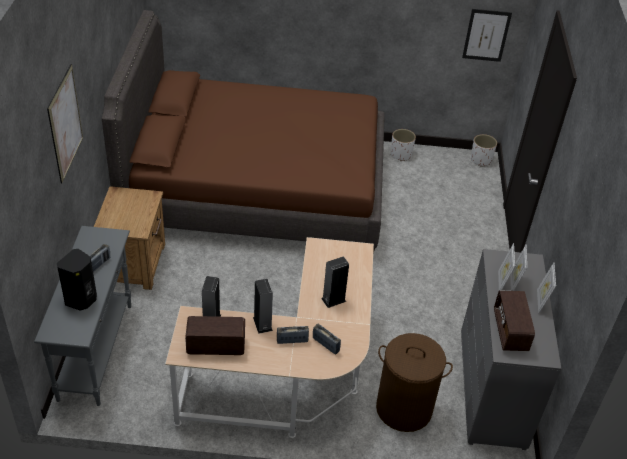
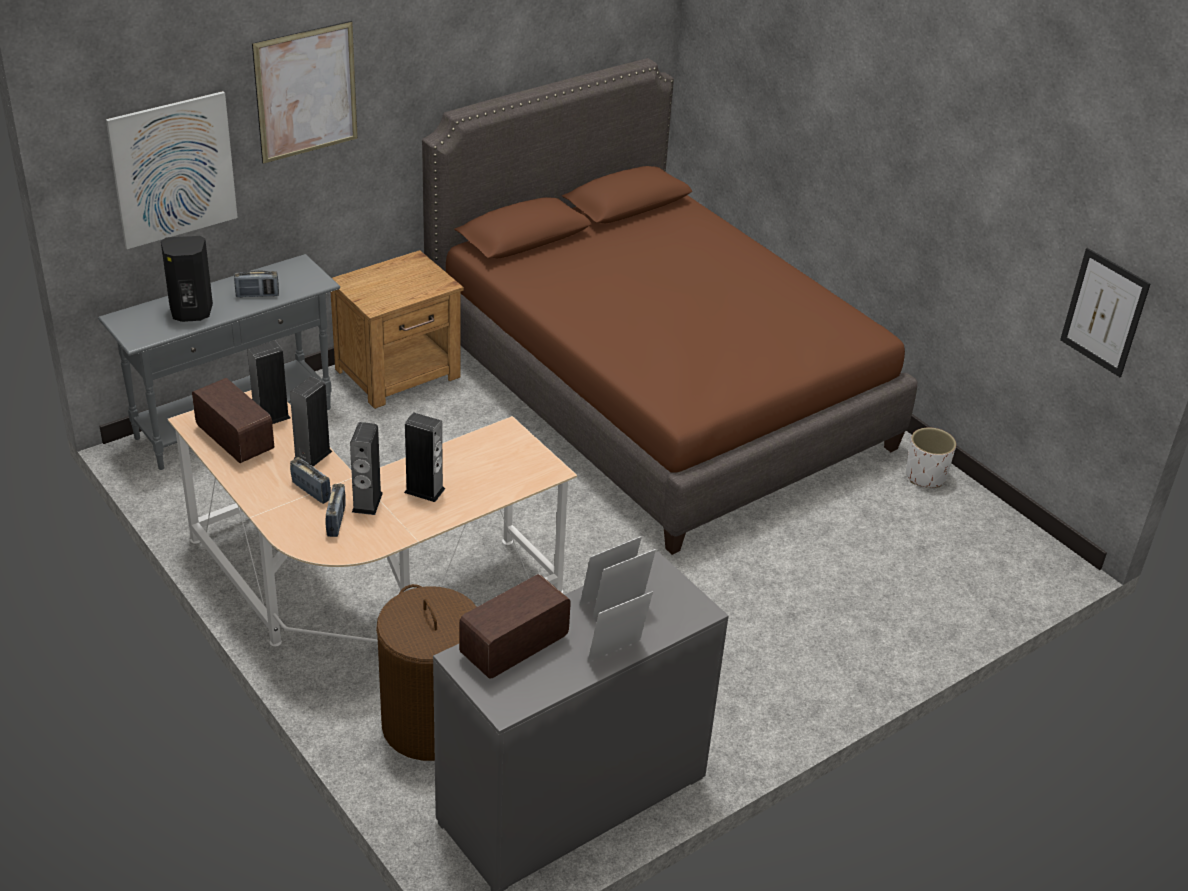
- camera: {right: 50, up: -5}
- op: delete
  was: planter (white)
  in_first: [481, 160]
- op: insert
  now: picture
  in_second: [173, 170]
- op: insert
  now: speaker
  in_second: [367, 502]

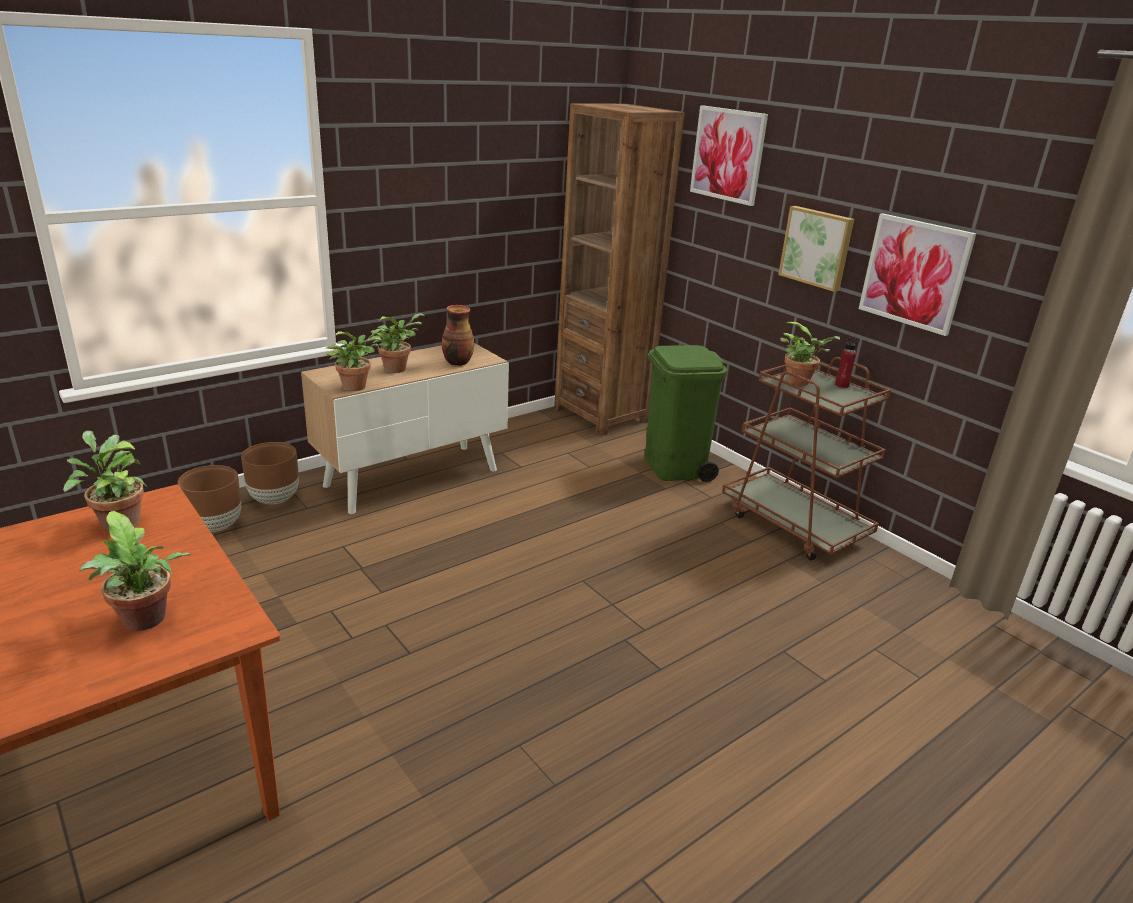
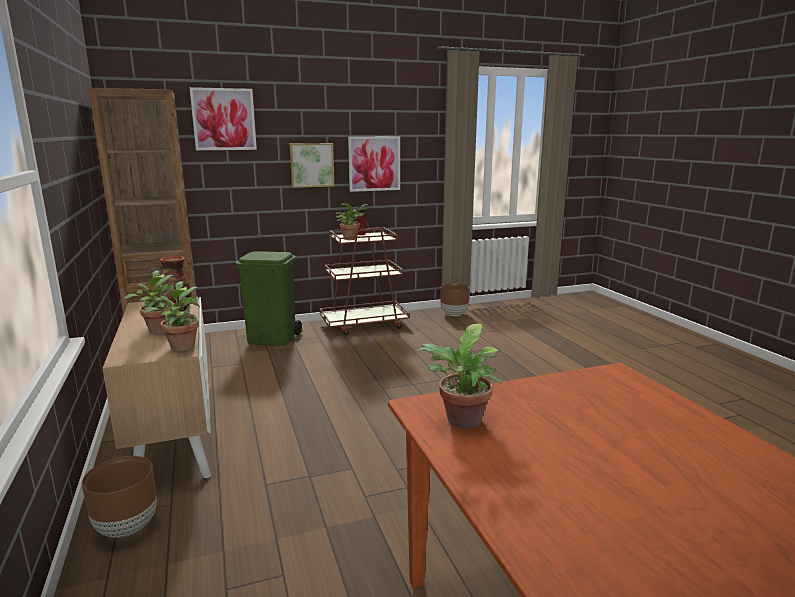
- camera: {right: -70, up: -10}
- op: delete
  was: potted plant
  in_first: [145, 622]
- op: move
  was: planter (brown)
  in_first: [215, 525]
  in_second: [453, 314]

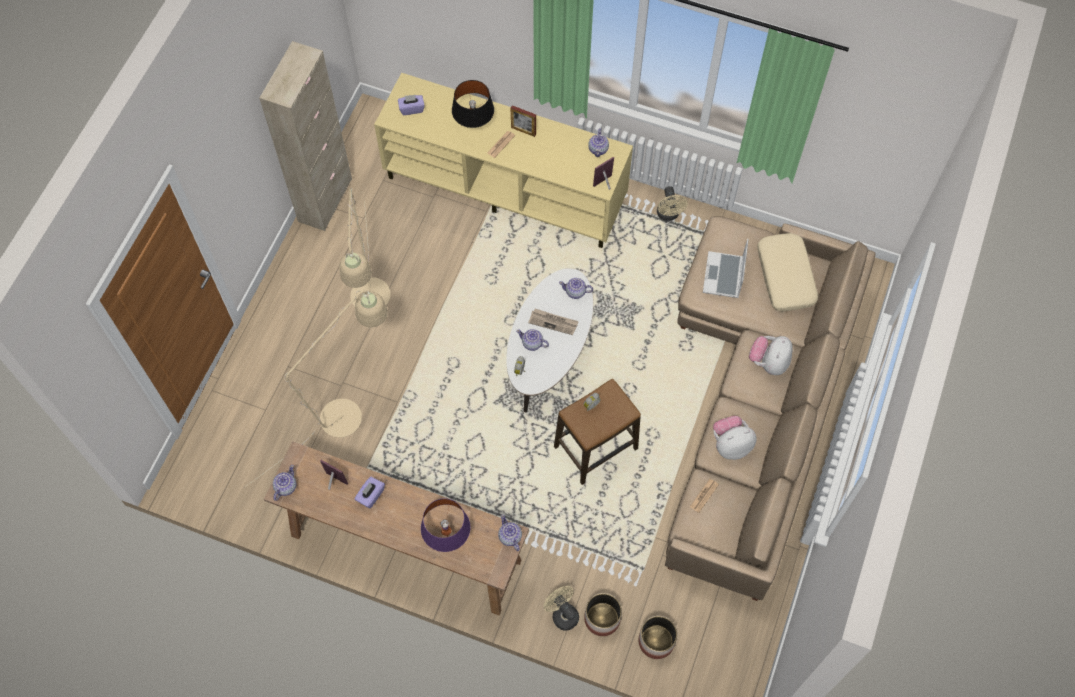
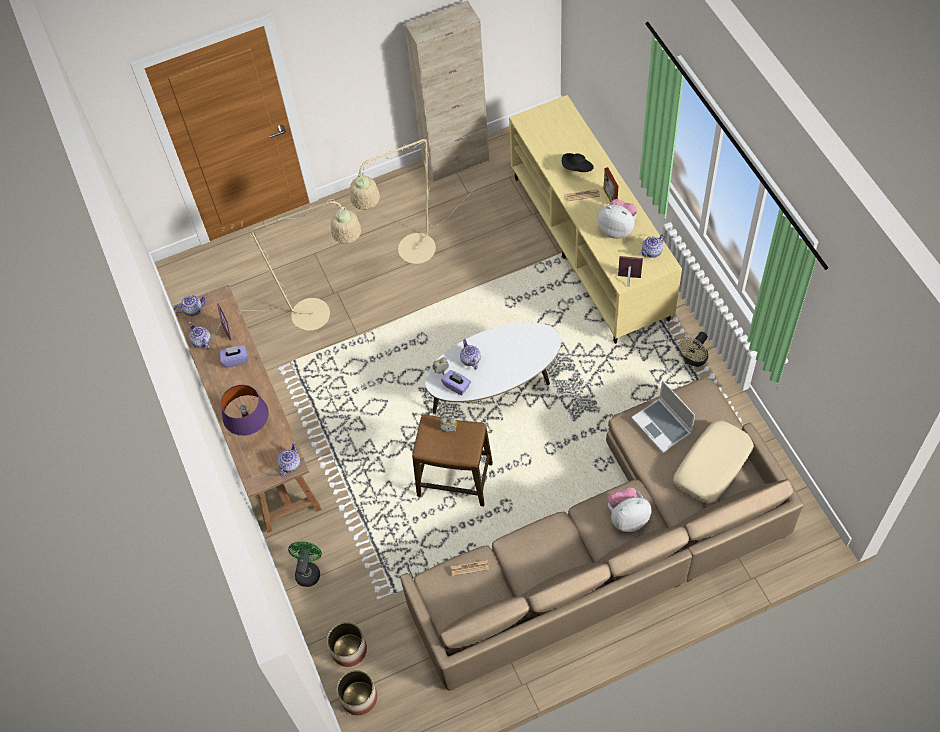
- camera: {right: 50, up: -5}
- op: move
  was: tissue box (purple)
  in_first: [411, 109]
  in_second: [457, 386]
- op: replace
  was: table lamp (black)
  now: hat (black)
  in_first: [474, 126]
  in_second: [577, 169]
- op: delete
  was: newspaper
  in_first: [553, 322]
- op: recolor
  was: fan (beige)
  now: fan (green)
  in_first: [562, 613]
  in_second: [308, 570]
- op: move
  was: teapot
  in_first: [575, 292]
  in_second: [201, 341]
- op: move
  was: planter
  in_first: [602, 619]
  in_second: [359, 698]
- op: rotate
  was: laptop
  in_first: [724, 276]
  in_second: [662, 426]
  clockwise: -90
- op: move
  was: plush toy
  in_first: [730, 444]
  in_second: [617, 229]

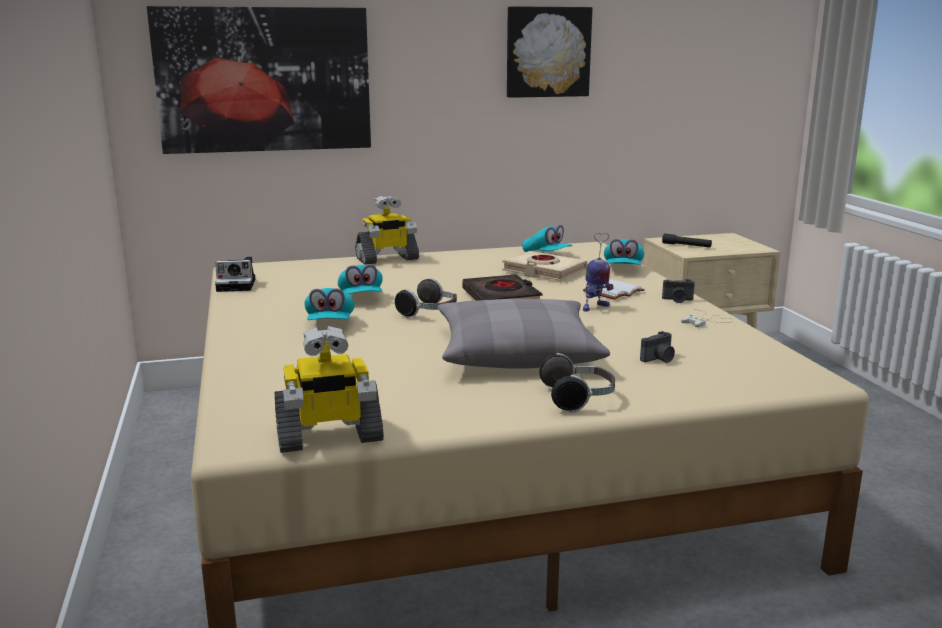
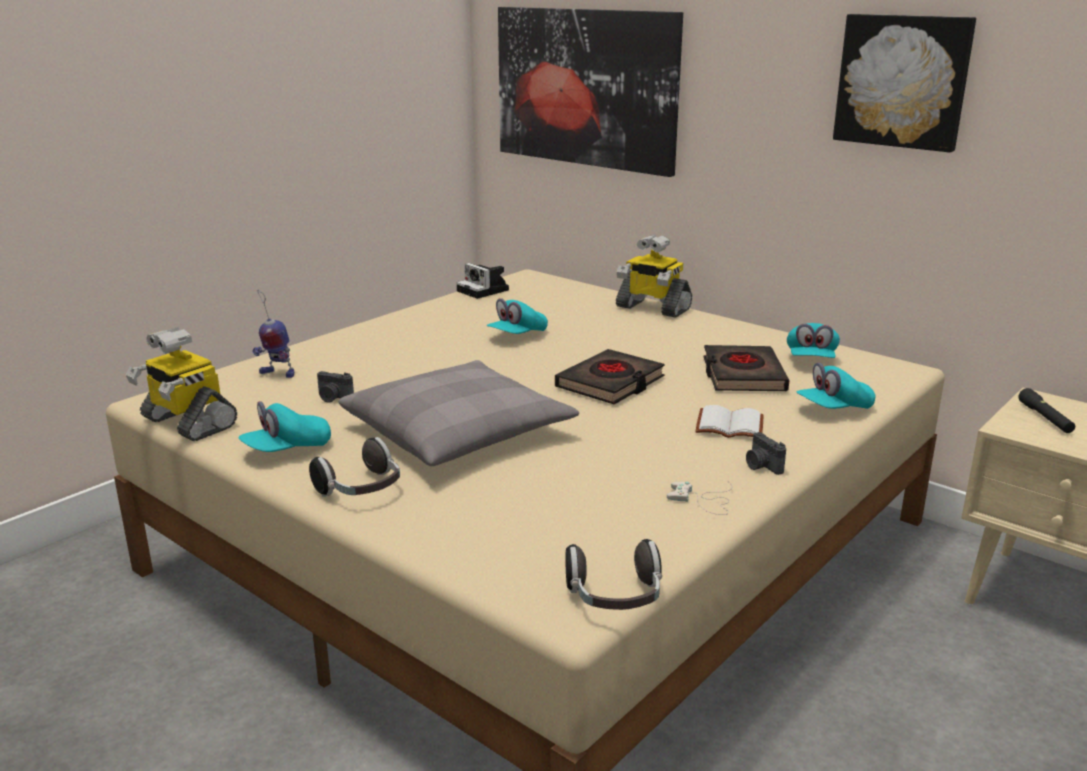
- camera: {right: 55, up: 5}
- op: move
  was: cap (turquoise)
  in_first: [330, 324]
  in_second: [287, 449]
- op: move
  was: headphones
  in_first: [429, 313]
  in_second: [615, 599]
- op: recolor
  was: book (beige)
  now: book (black)
  in_first: [544, 271]
  in_second: [743, 375]
- op: move
  was: toy robot
  in_first: [594, 307]
  in_second: [277, 373]
- op: move
  was: photo camera
  in_first: [659, 359]
  in_second: [333, 398]

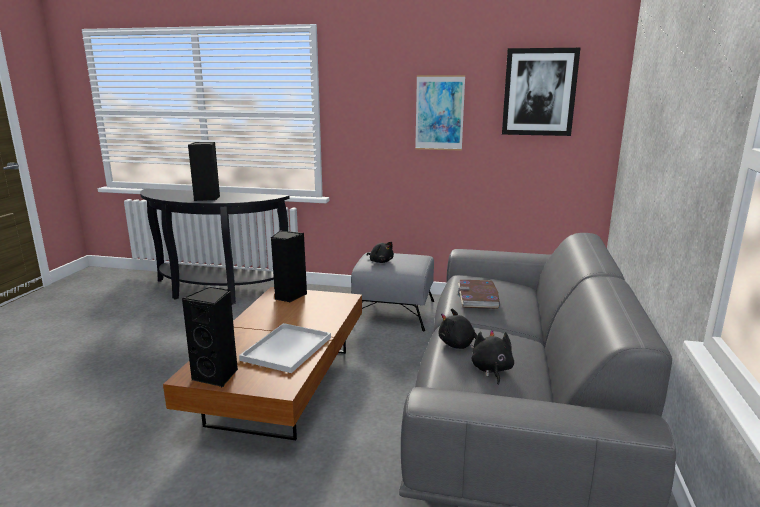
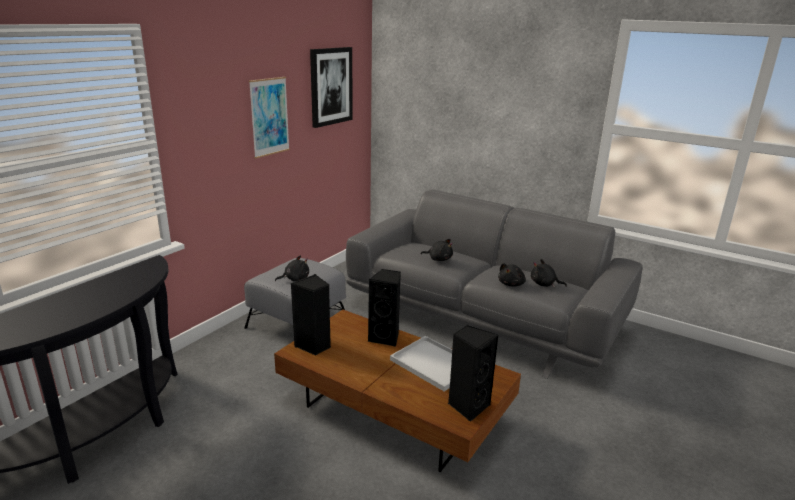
- camera: {right: -70, up: 5}
- op: move
  was: speaker (black)
  in_first: [207, 198]
  in_second: [386, 338]
- op: replace
  was: book
  now: plush toy (black)
  in_first: [478, 297]
  in_second: [439, 259]

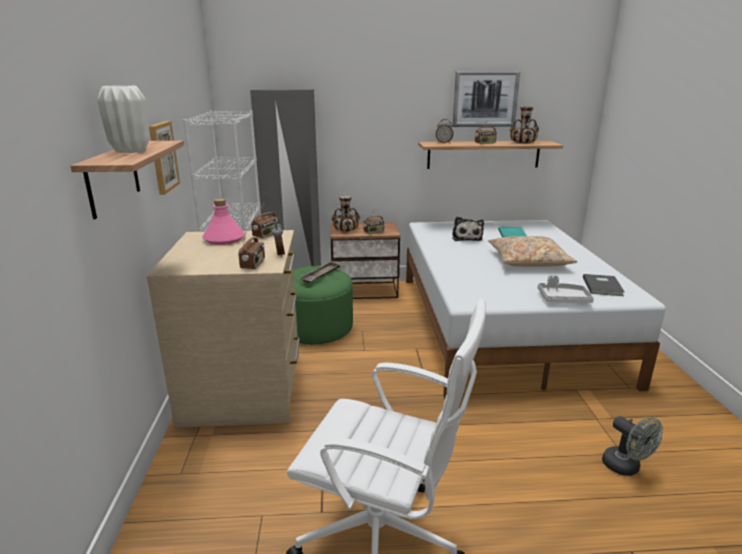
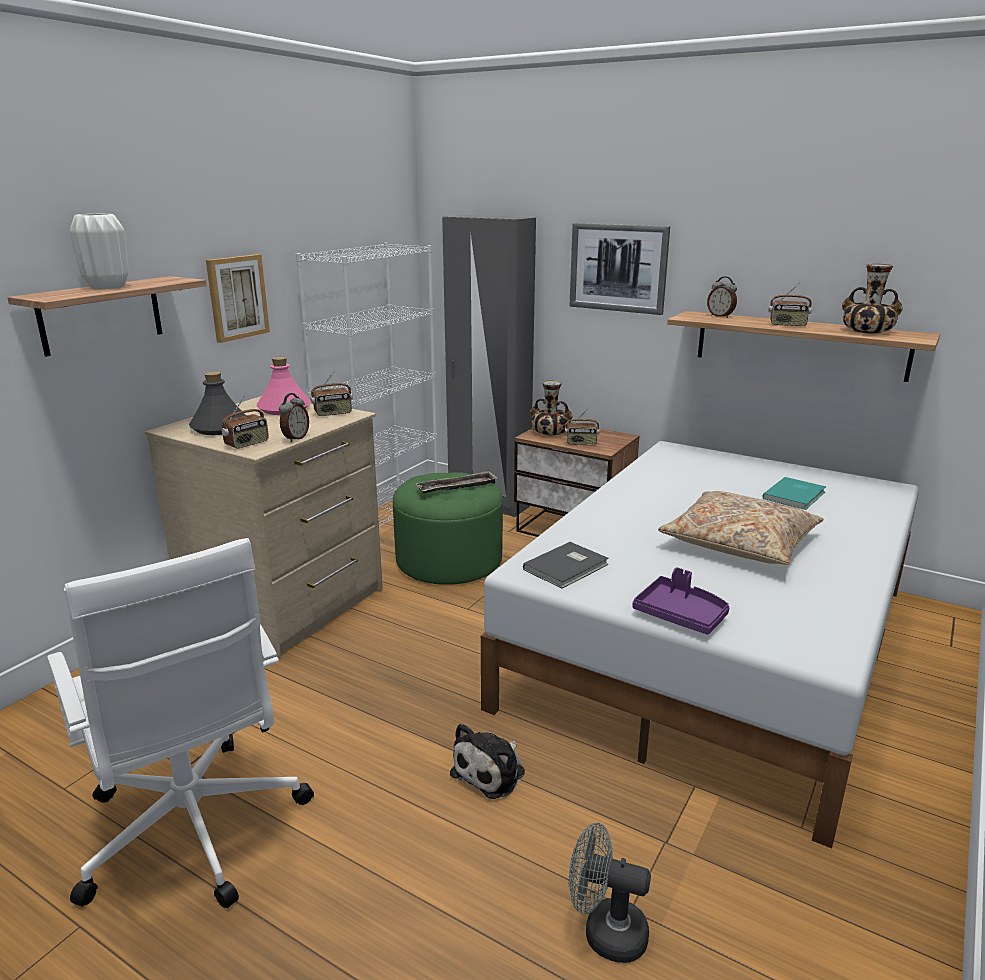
- camera: {right: 35, up: 0}
- op: move
  was: plush toy
  in_first: [466, 238]
  in_second: [491, 771]
- op: move
  was: picture
  in_first: [485, 99]
  in_second: [618, 268]
- op: recolor
  was: tray (grey)
  now: tray (purple)
  in_first: [563, 299]
  in_second: [681, 615]
- op: move
  was: book (grey)
  in_first: [603, 286]
  in_second: [568, 567]
- op: rotate
  was: fan (grey)
  in_first: [626, 468]
  in_second: [605, 932]
  clockwise: 105
- op: insert
  now: bottle (grey)
  in_second: [220, 428]

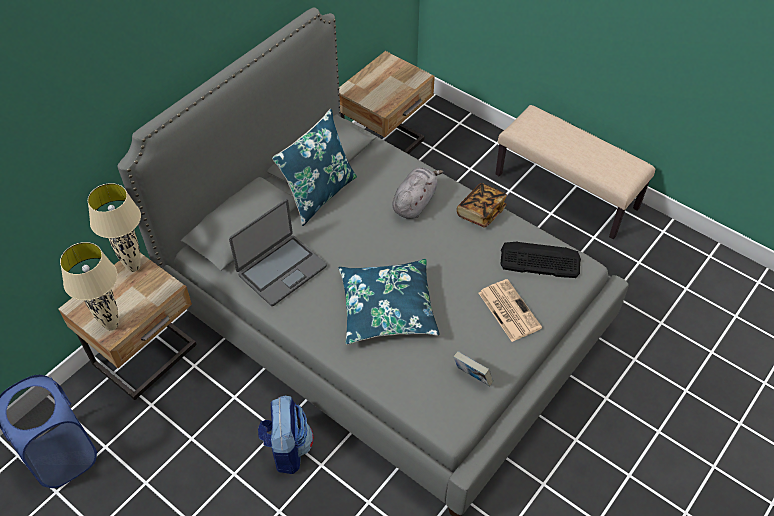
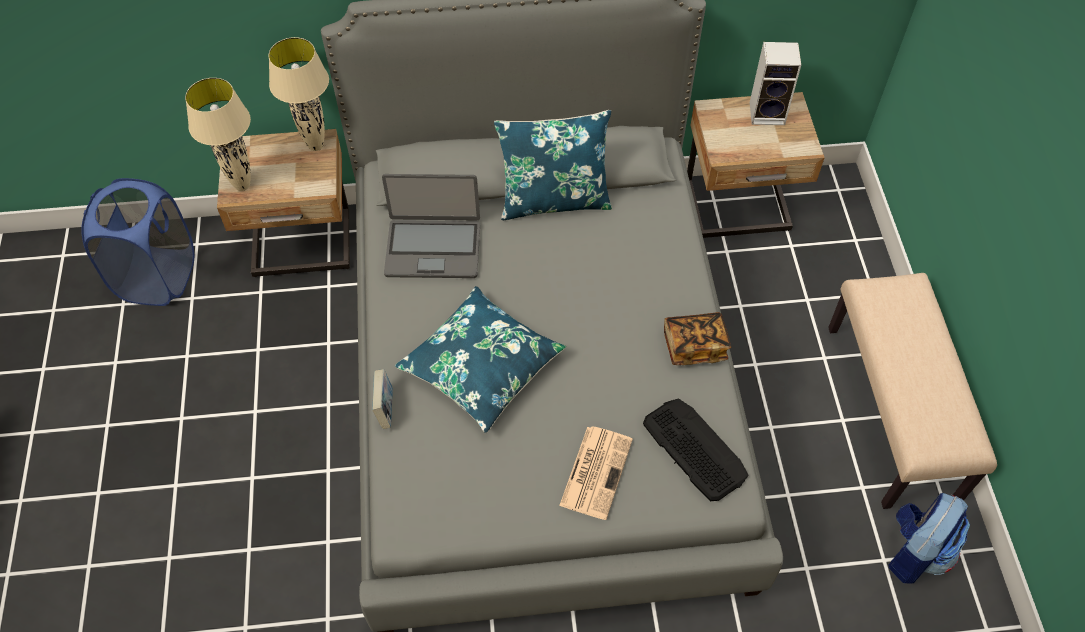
- camera: {right: 45, up: 5}
- op: move
  was: backpack
  in_first: [287, 448]
  in_second: [914, 551]
- op: delete
  was: plush toy (grey)
  in_first: [415, 202]
- op: move
  was: book
  in_first: [472, 377]
  in_second: [385, 408]
- op: insert
  now: speaker
  in_second: [768, 113]

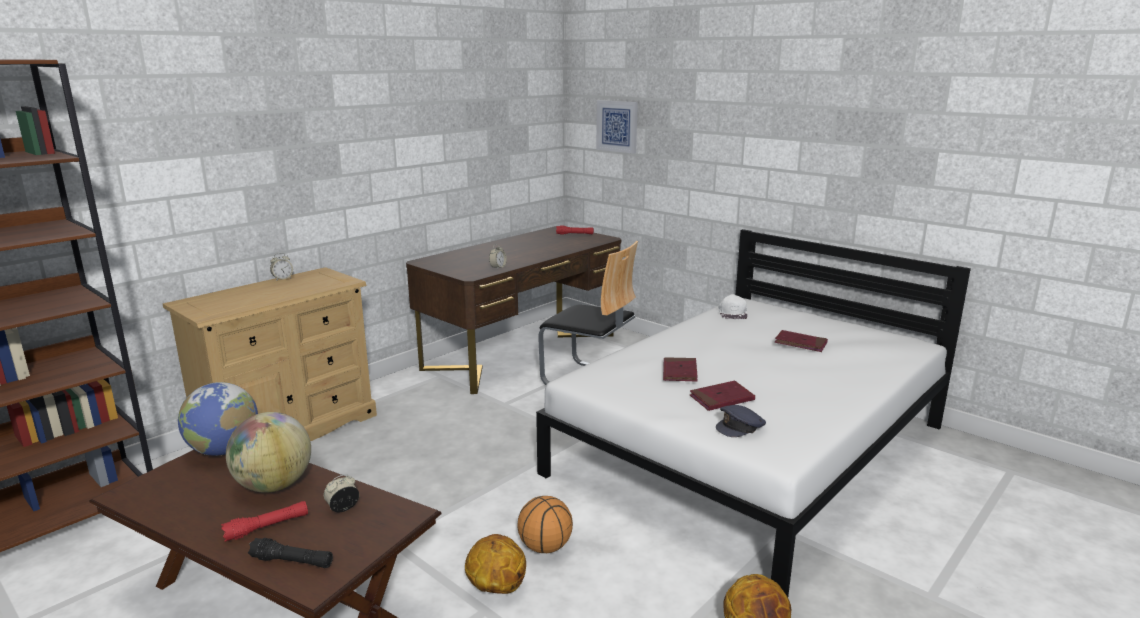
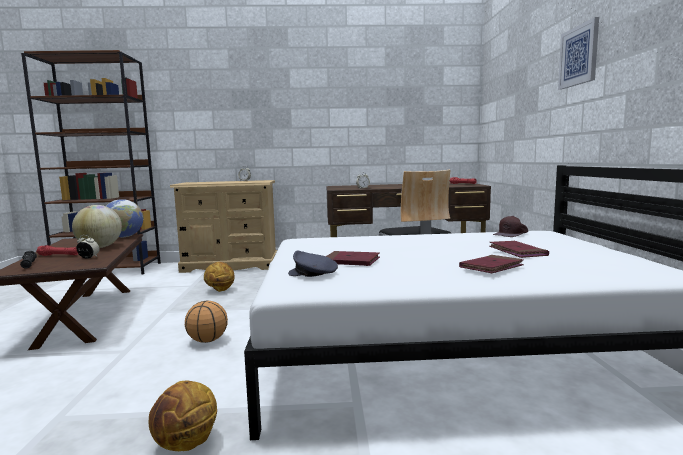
- camera: {right: 45, up: -10}
- op: move
  was: basketball
  in_first: [496, 588]
  in_second: [220, 290]
- op: move
  was: picture
  in_first: [617, 126]
  in_second: [579, 56]
- op: move
  was: book (red)
  in_first: [679, 372]
  in_second: [491, 267]
- op: recolor
  was: cap (white)
  now: cap (brown)
  in_first: [733, 313]
  in_second: [511, 234]

